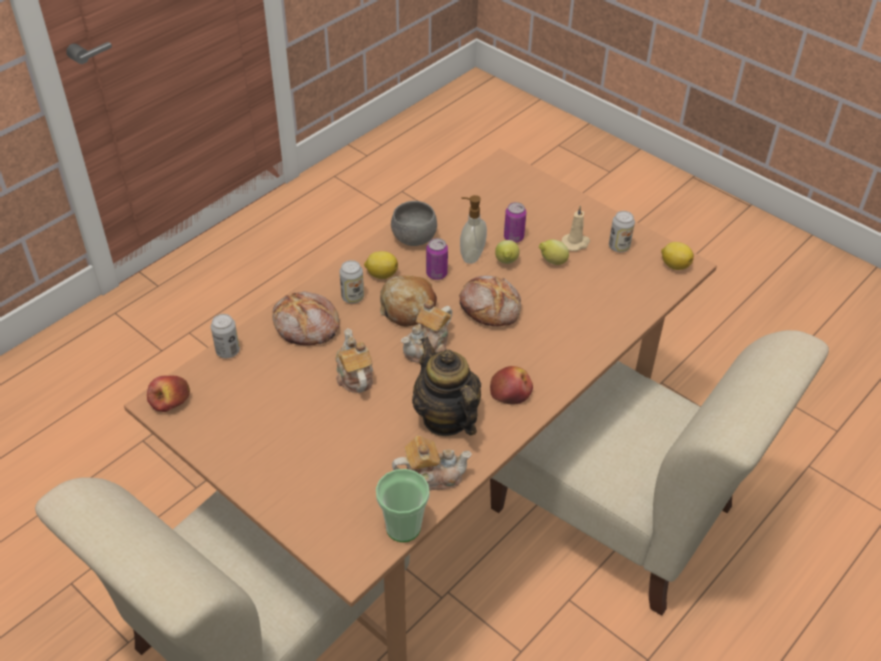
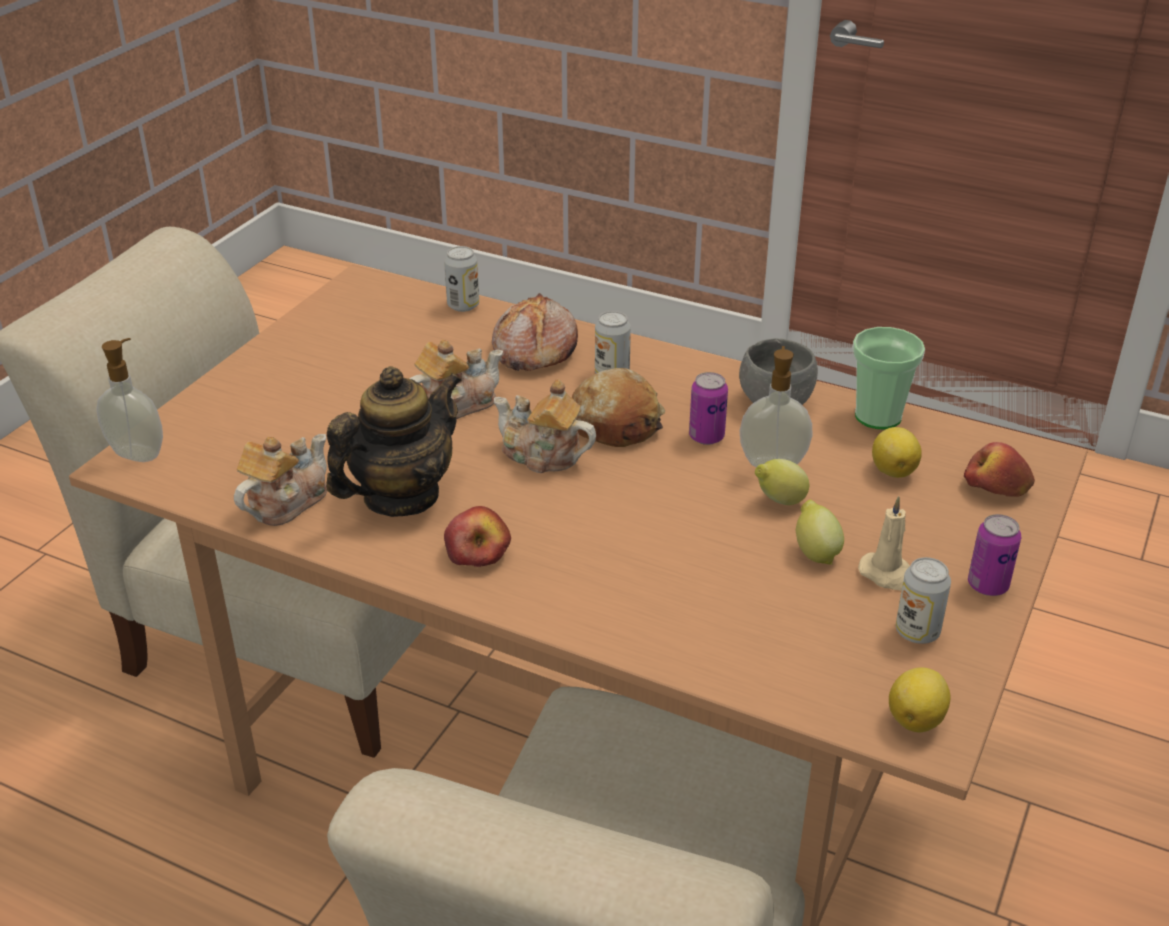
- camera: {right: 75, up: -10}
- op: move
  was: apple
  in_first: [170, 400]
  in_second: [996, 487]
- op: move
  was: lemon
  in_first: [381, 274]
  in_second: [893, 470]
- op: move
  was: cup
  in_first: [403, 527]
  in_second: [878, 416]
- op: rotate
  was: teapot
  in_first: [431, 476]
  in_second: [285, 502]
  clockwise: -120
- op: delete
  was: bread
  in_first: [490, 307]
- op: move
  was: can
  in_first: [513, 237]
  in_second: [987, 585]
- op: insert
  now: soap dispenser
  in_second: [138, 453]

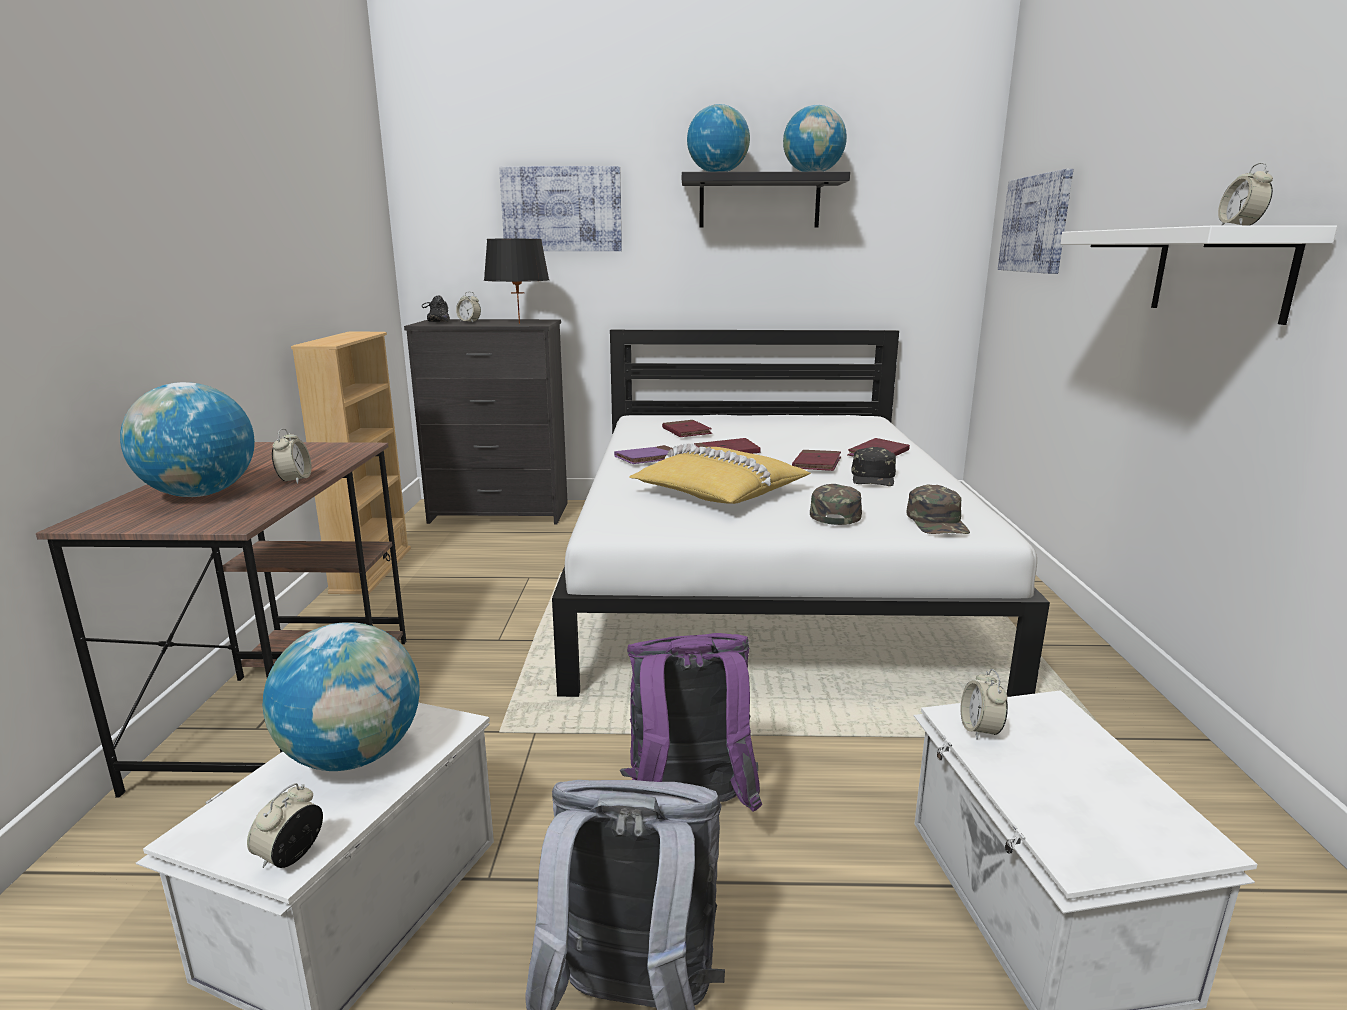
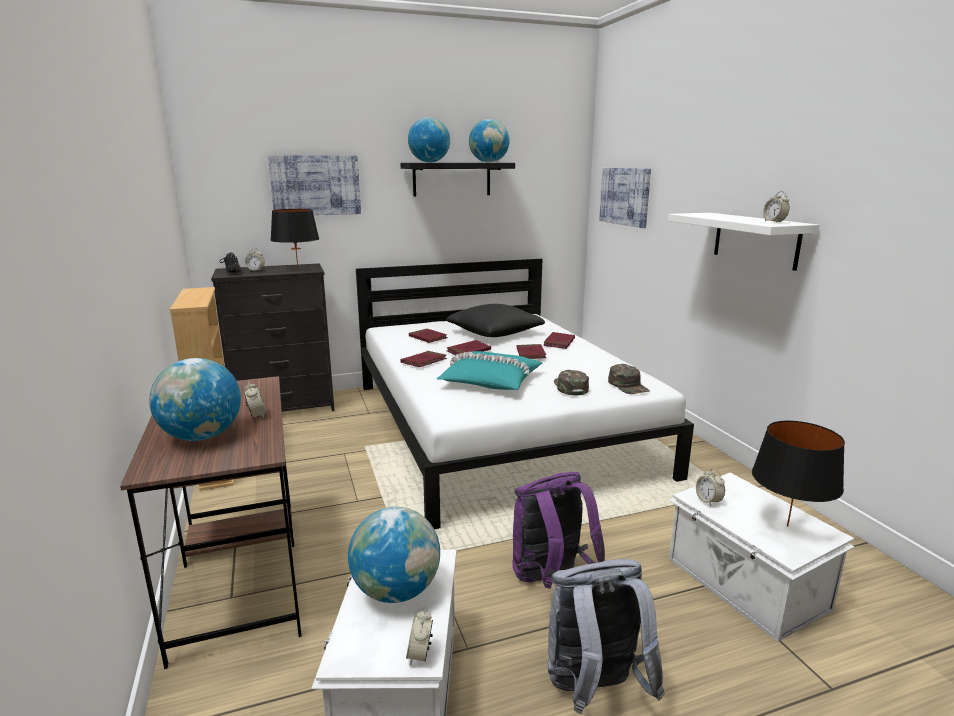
- camera: {right: -20, up: 0}
- op: recolor
  was: book (purple)
  now: book (red)
  in_first: [649, 458]
  in_second: [424, 361]
- op: recolor
  was: pillow (yellow)
  now: pillow (turquoise)
  in_first: [718, 492]
  in_second: [490, 381]
- op: delete
  was: cap (black)
  in_first: [874, 477]
- op: insert
  now: pillow (black)
  in_second: [494, 333]
- op: insert
  now: table lamp (black)
  in_second: [787, 526]

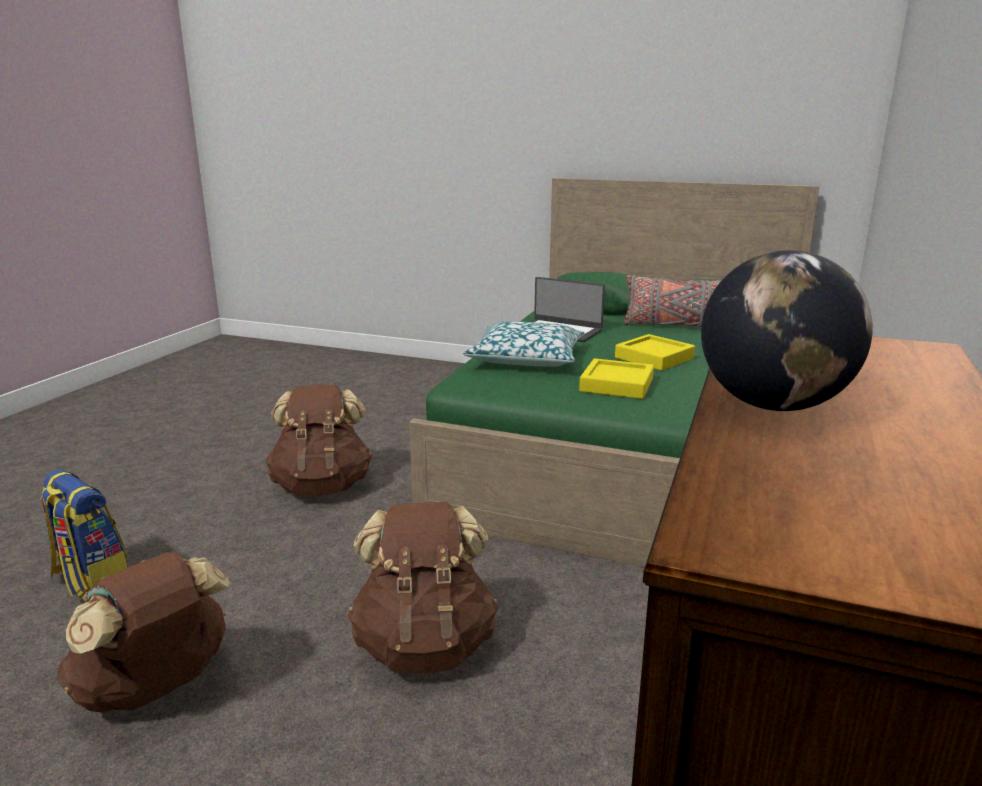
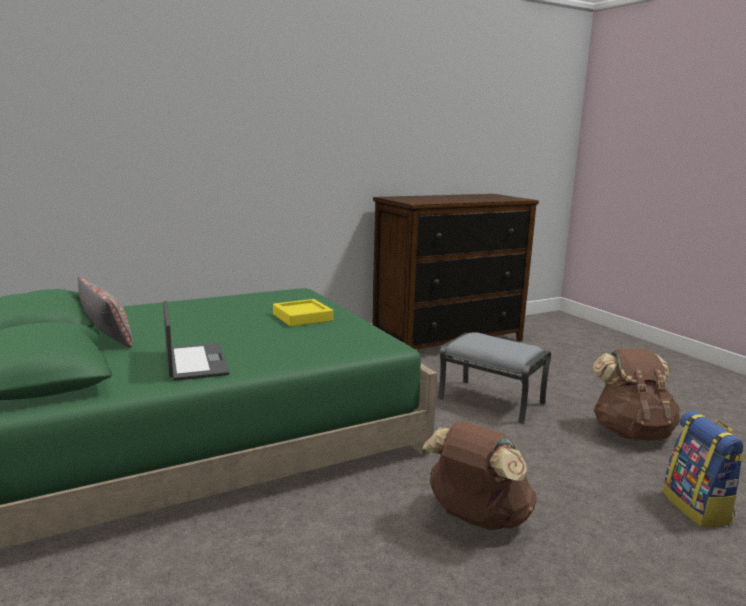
- camera: {right: -140, up: -5}
- op: replace
  was: backpack (brown)
  now: ottoman (grey)
  in_first: [425, 645]
  in_second: [490, 401]
- op: delete
  was: pillow
  in_first: [526, 358]
- op: delete
  was: tray (yellow)
  in_first: [654, 358]
- op: delete
  was: globe
  in_first: [772, 406]

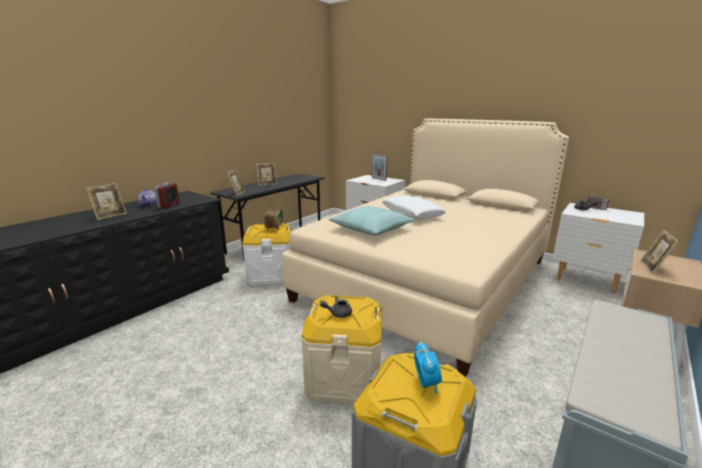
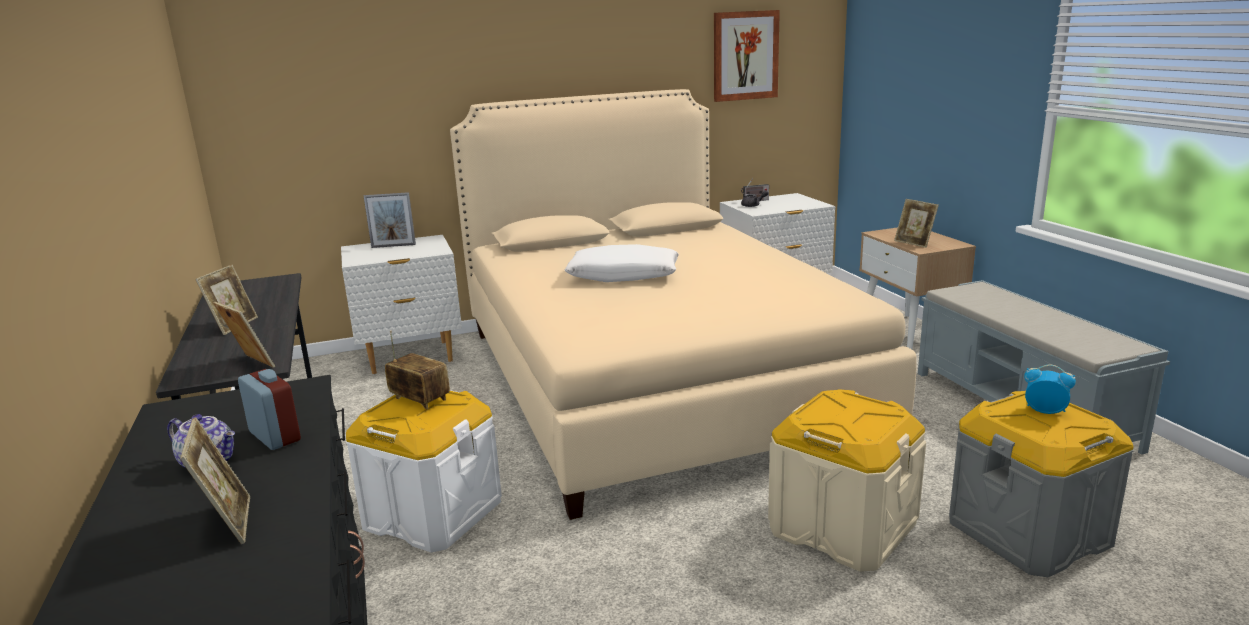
- camera: {right: -55, up: 0}
- op: delete
  was: teapot (grey)
  in_first: [337, 313]
- op: delete
  was: pillow
  in_first: [371, 229]
- op: insert
  now: picture
  in_second: [745, 56]

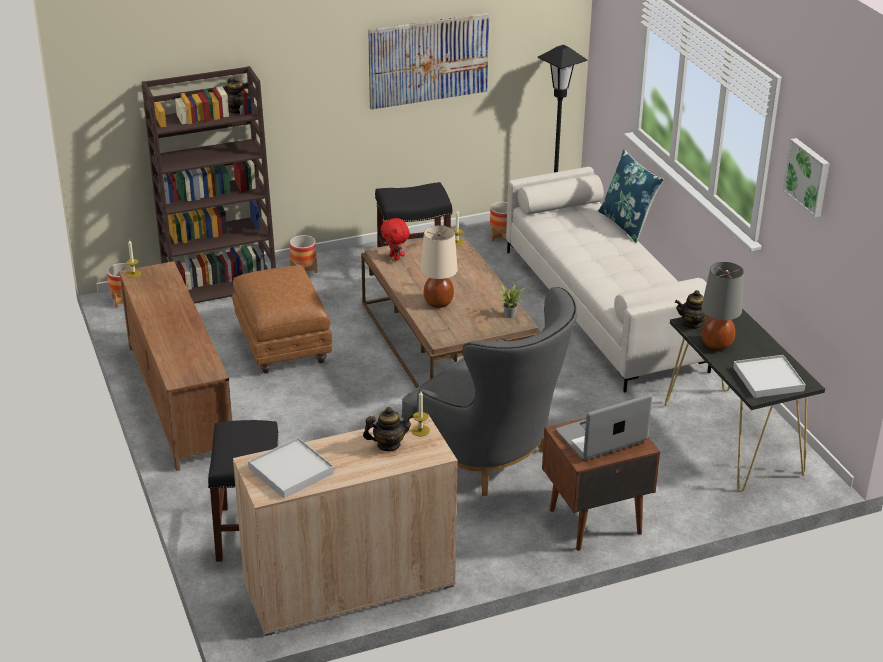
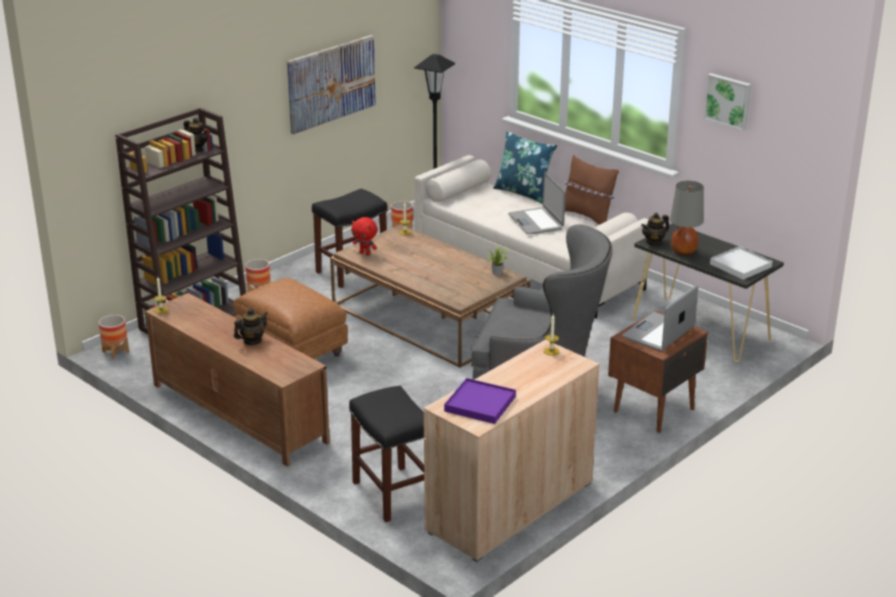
- camera: {right: -25, up: -5}
- op: recolor
  was: tray (white)
  now: tray (purple)
  in_first: [291, 470]
  in_second: [480, 404]
- op: move
  was: teapot
  in_first: [388, 445]
  in_second: [252, 341]
- op: delete
  was: table lamp (beige)
  in_first: [438, 303]
- op: insert
  now: laptop
  in_second: [536, 222]
- op: insert
  now: pillow (brown)
  in_second: [587, 216]

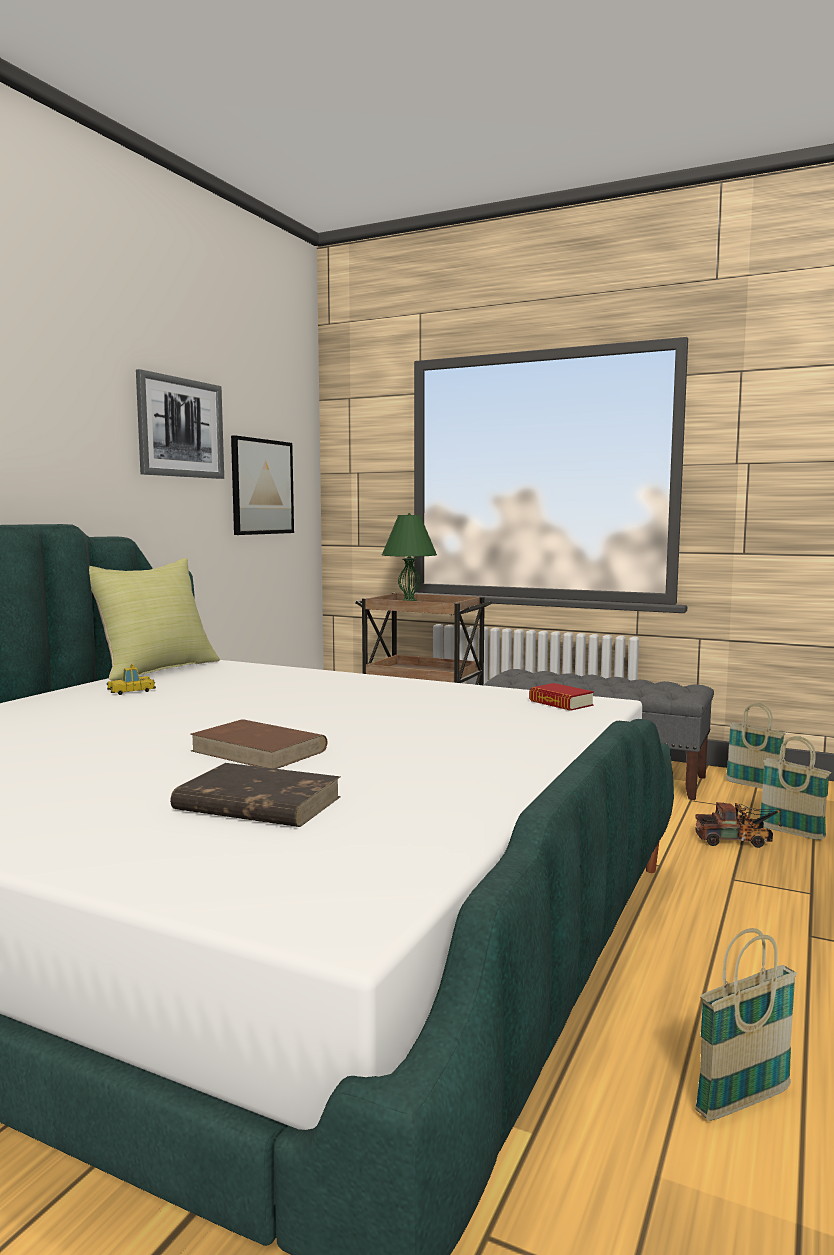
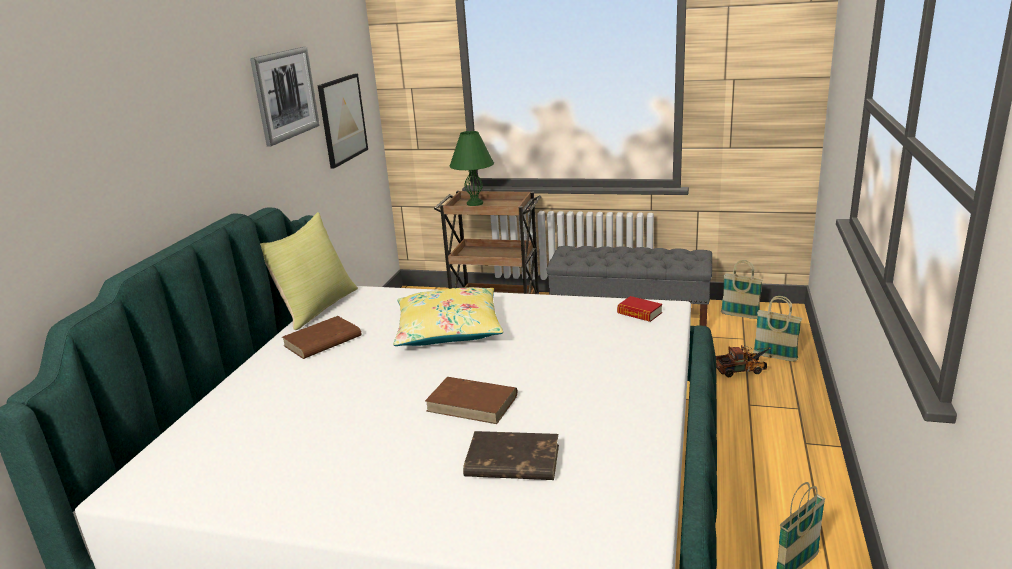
- camera: {right: -10, up: 15}
- op: replace
  was: toy car
  now: book (brown)
  in_first: [131, 691]
  in_second: [322, 341]
- op: insert
  now: pillow (yellow)
  in_second: [448, 330]

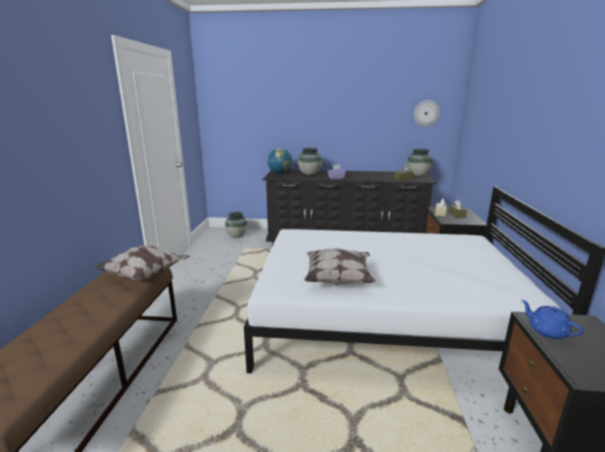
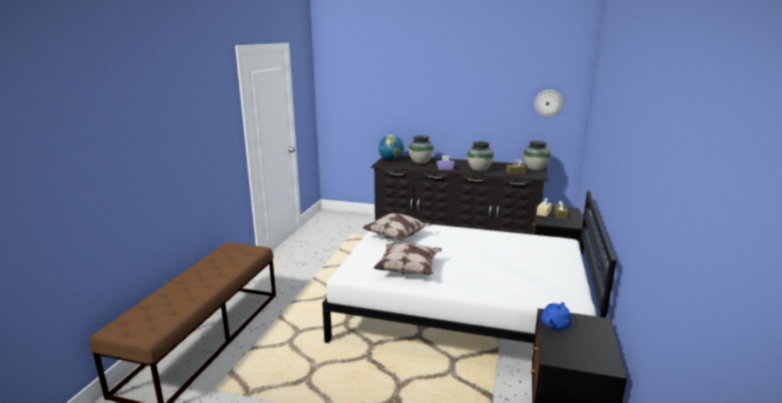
- camera: {right: 10, up: 0}
- op: move
  was: pillow
  in_first: [146, 275]
  in_second: [397, 237]
- op: move
  was: vase
  in_first: [237, 236]
  in_second: [479, 170]
- op: rotate
  was: teapot (blue)
  in_first: [546, 331]
  in_second: [555, 325]
  clockwise: -120

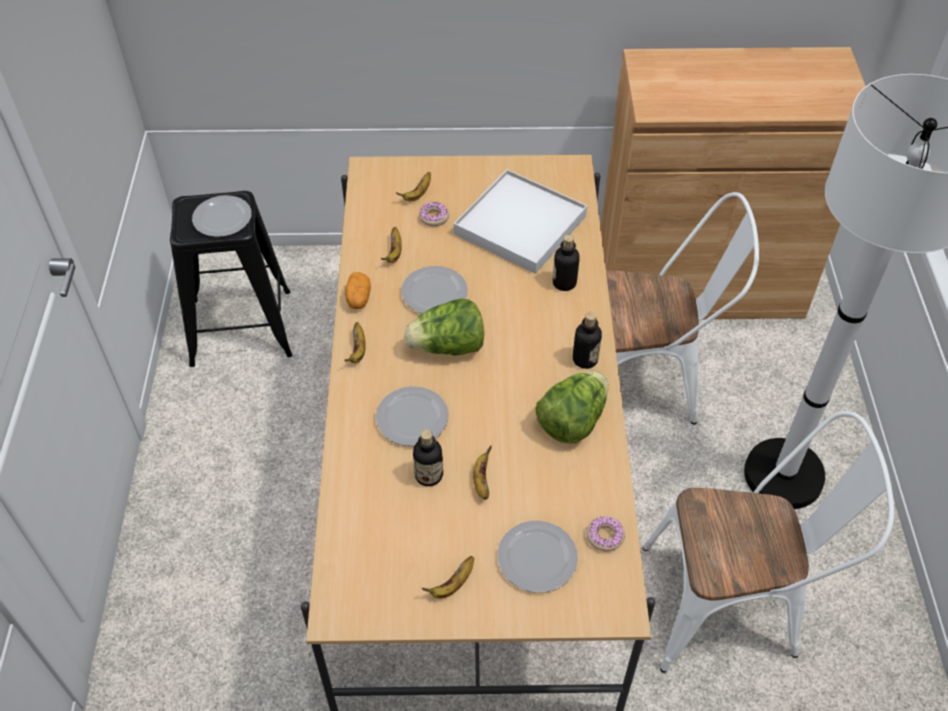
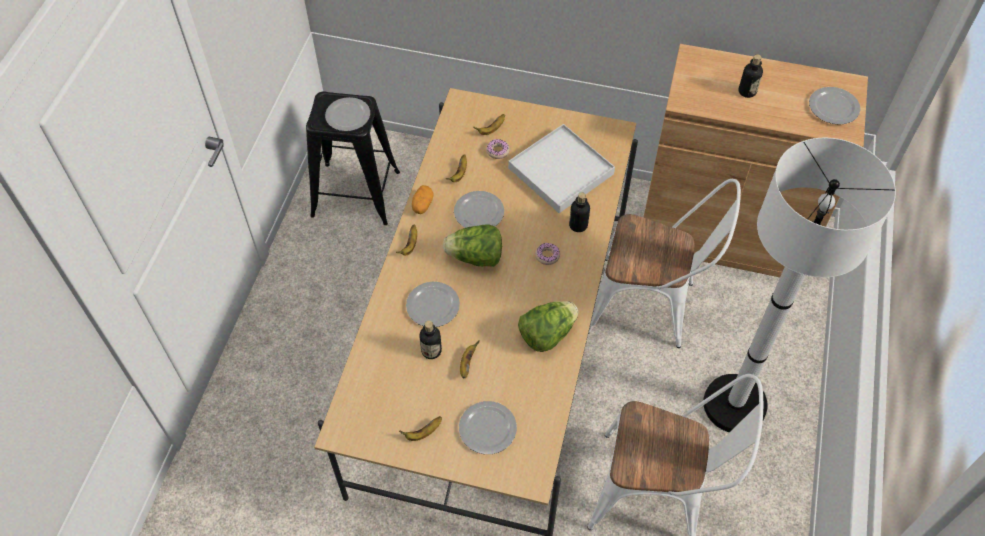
- camera: {right: 15, up: 5}
- op: move
  was: bottle
  in_first: [585, 359]
  in_second: [747, 91]
- op: move
  was: donut
  in_first: [605, 536]
  in_second: [547, 256]
- op: insert
  now: plate
  in_second: [833, 108]

